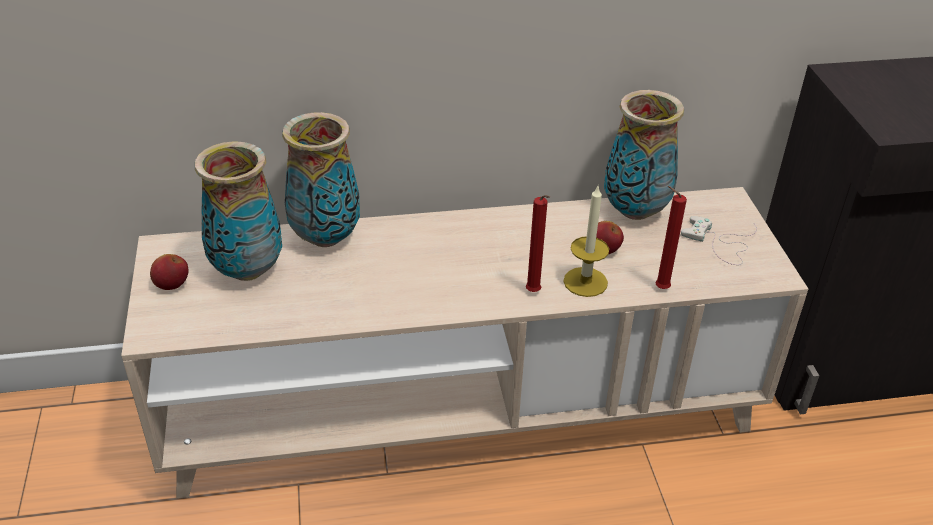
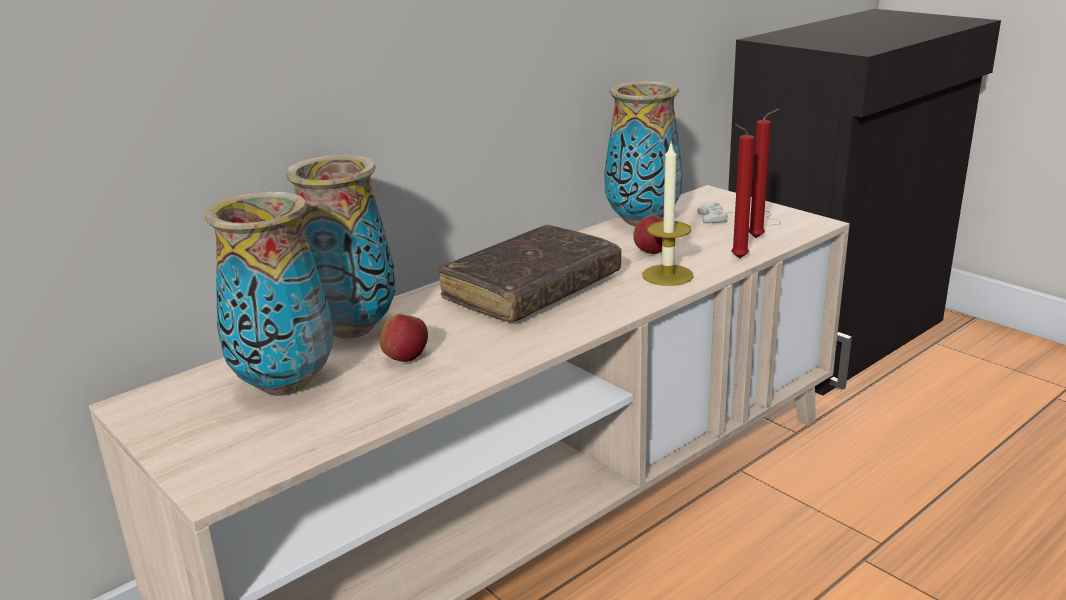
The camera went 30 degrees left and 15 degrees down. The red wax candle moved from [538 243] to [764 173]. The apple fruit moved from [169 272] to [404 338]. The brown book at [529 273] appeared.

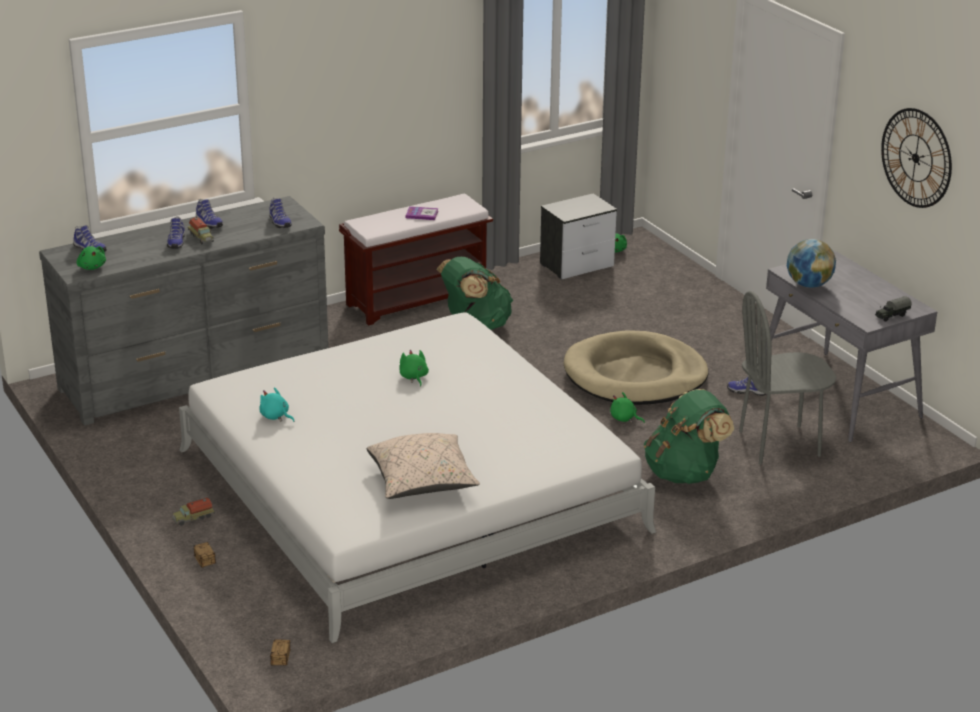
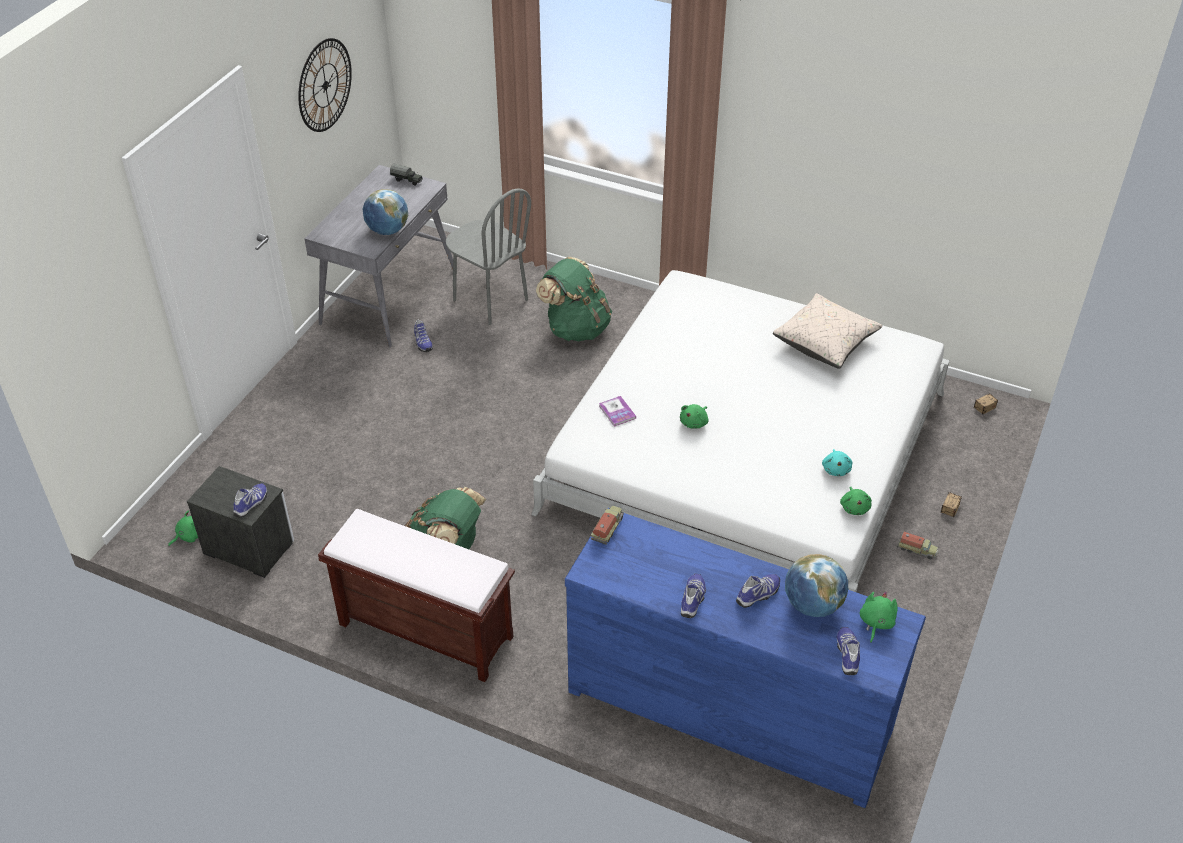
The camera went 125 degrees left and 15 degrees up. The greyish dresser at [184 310] became the bluish dresser at [745 658]. The low shoe moved from [280 212] to [250 500]. The book moved from [422 213] to [617 411]. The toy lorry moved from [201 230] to [607 525]. The beige dog bed at [635 367] disappeared. The green soft toy moved from [627 407] to [856 501]. The world globe at [816 585] appeared.

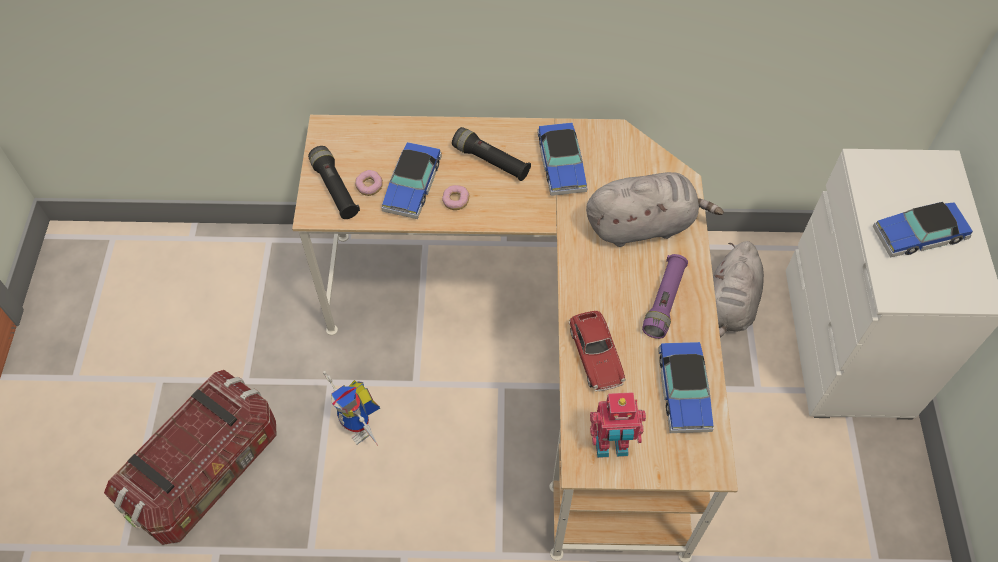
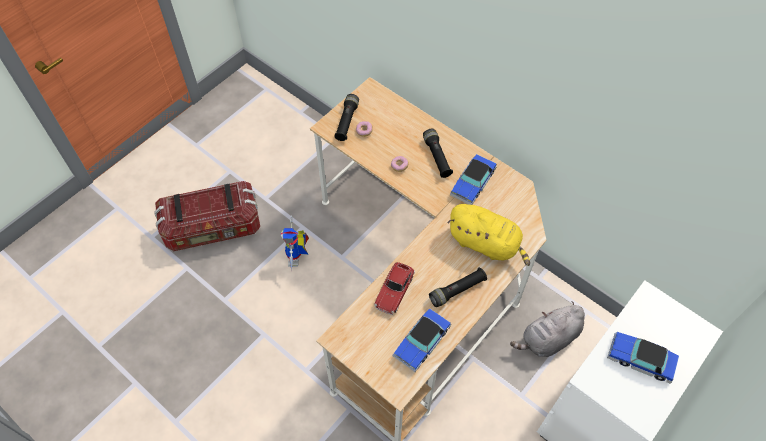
The camera went 40 degrees right and 0 degrees up. The toy car at [411 180] disappeared. The greyish soft toy at [655 209] became the yellow-coloured soft toy at [488 235]. The purple hand torch at [665 296] became the black hand torch at [458 287]. The toy robot at [618 425] disappeared.

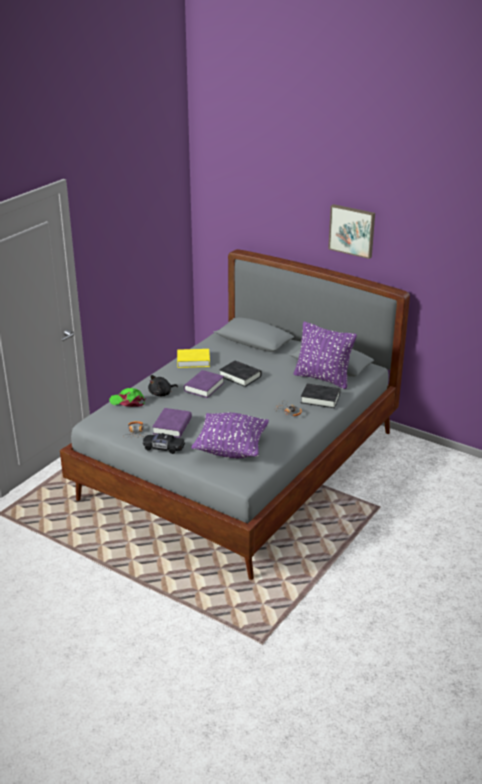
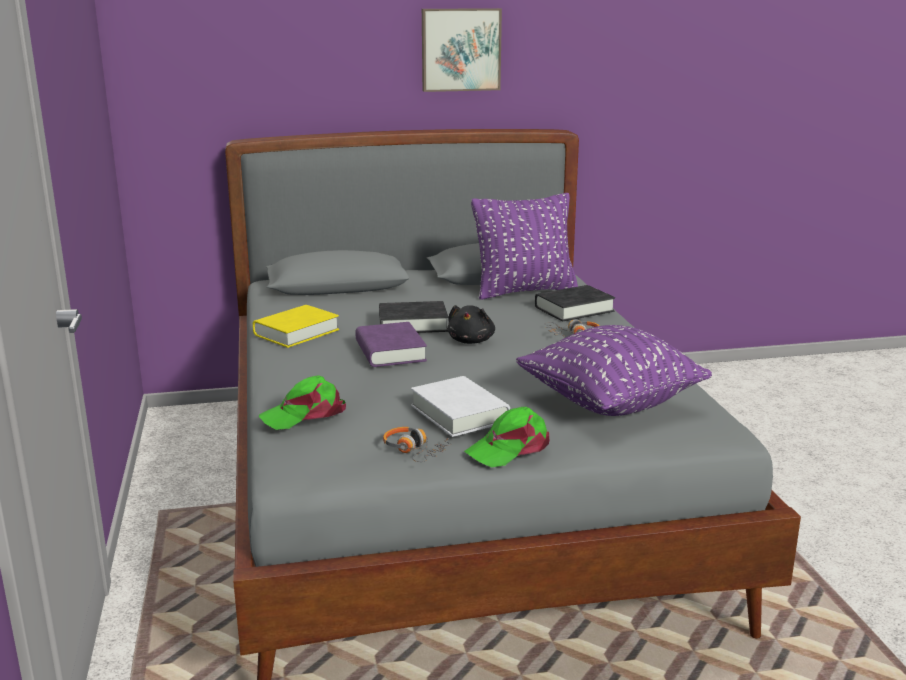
The camera went 45 degrees left and 10 degrees down. The black soft toy moved from [163 385] to [471 324]. The purple book at [172 423] became the white-coloured book at [460 406]. The black toy car at [164 443] was replaced by the green peaked cap at [507 437].

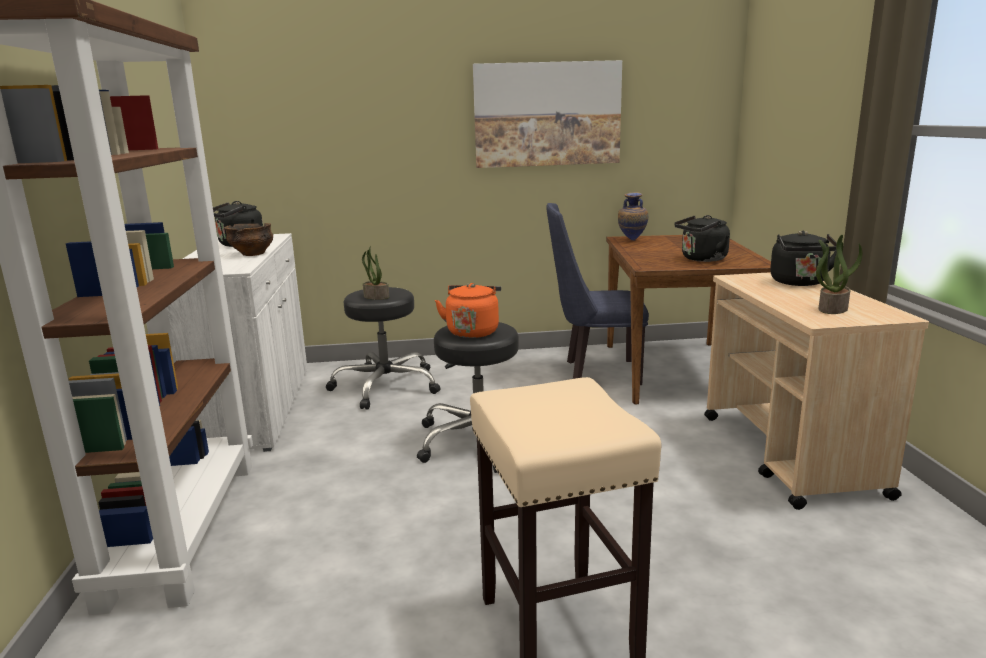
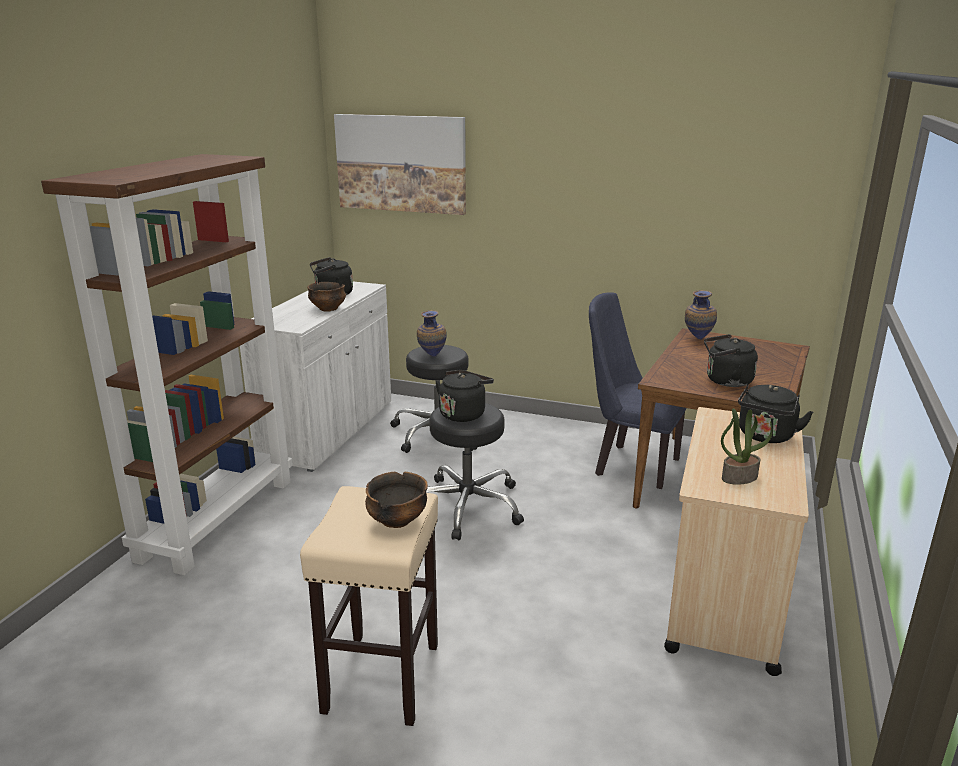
The camera went 25 degrees right and 5 degrees up. The wall picture moved from [547 114] to [400 164]. The potted plant at [375 272] was replaced by the decorative vase at [432 333]. The orangey water kettle at [468 310] became the black water kettle at [464 396]. The deep dish at [396 500] appeared.

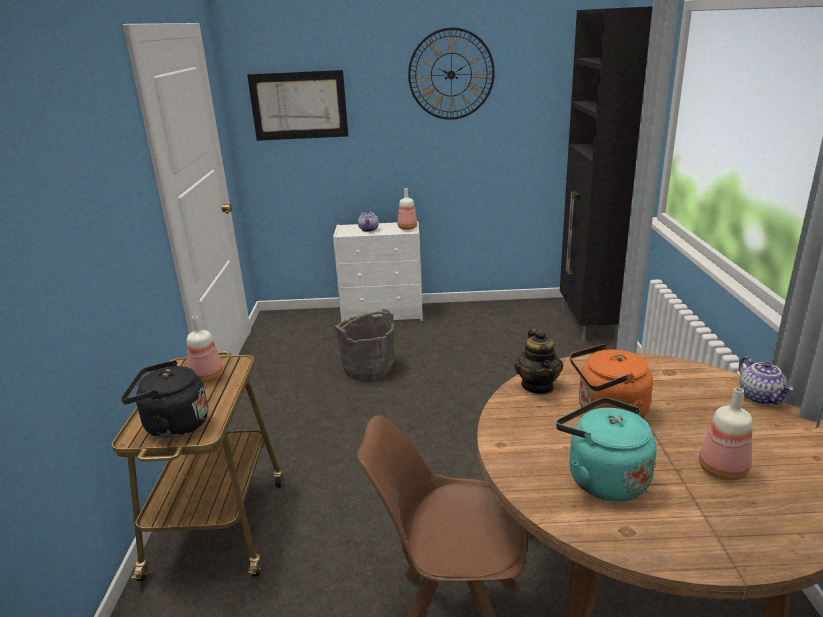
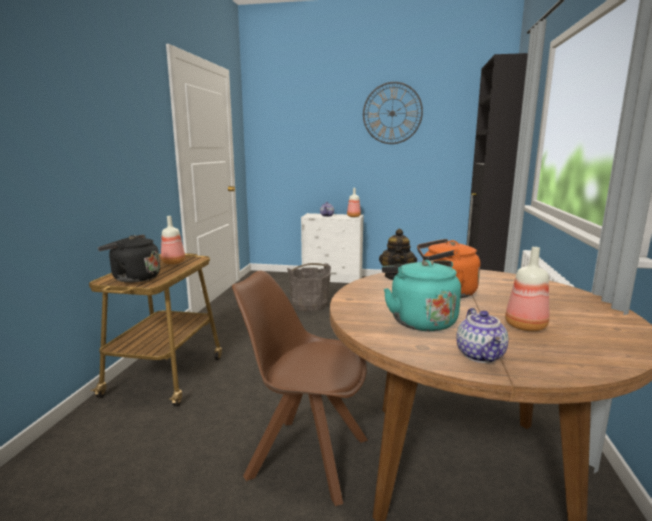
The camera went 10 degrees right and 10 degrees down. The wall picture at [297 105] disappeared. The teapot moved from [766 380] to [482 335].

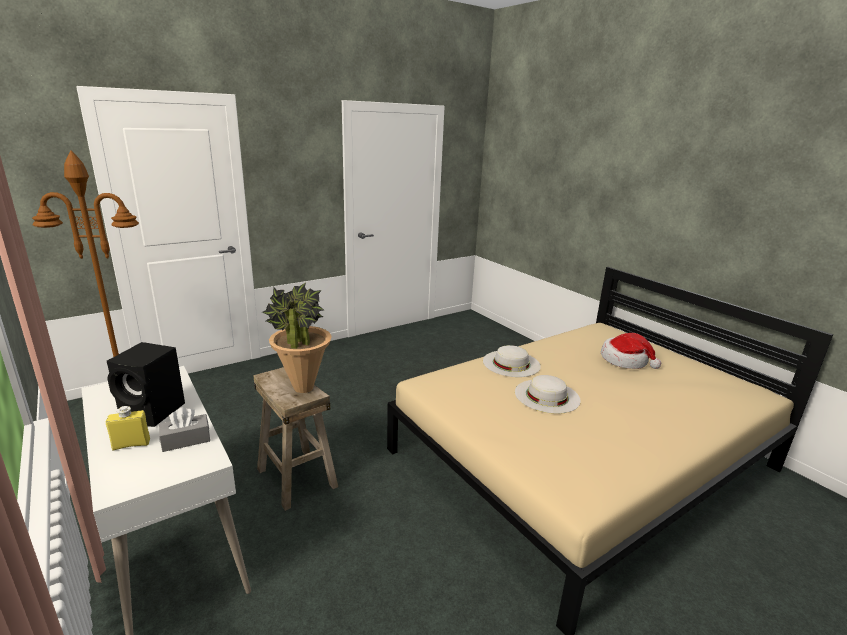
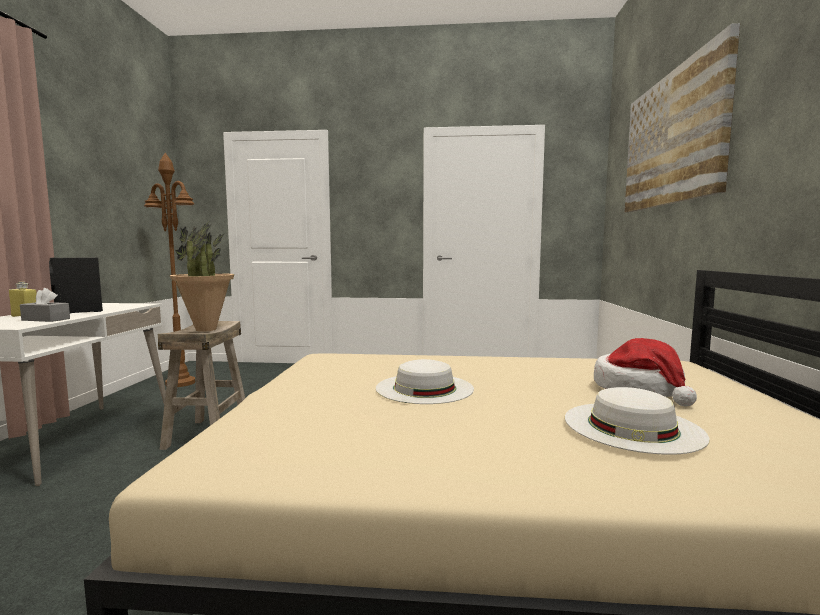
The camera went 40 degrees right and 15 degrees down. The white-coloured hat moved from [512 361] to [637 421]. The wall picture at [682 118] appeared.

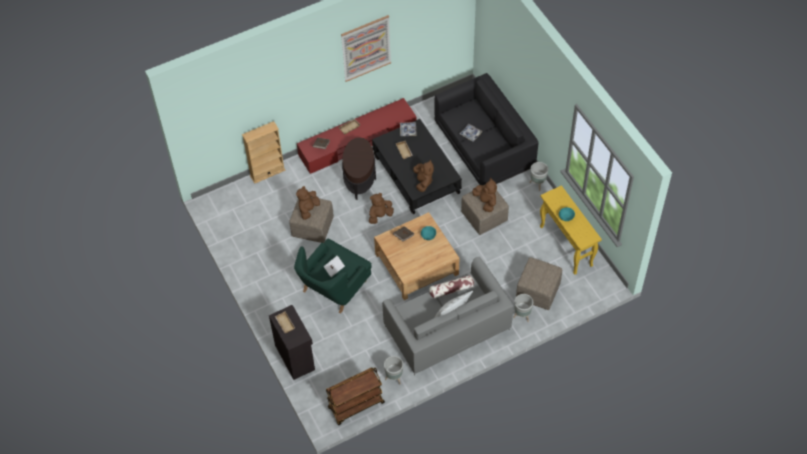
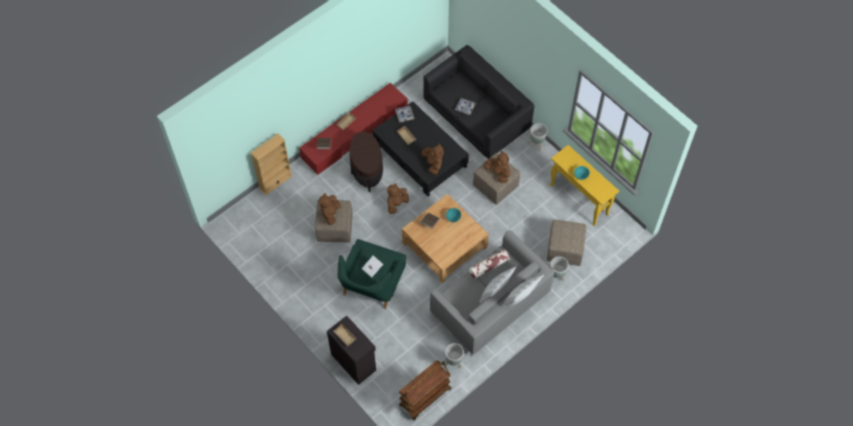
The camera went 15 degrees left and 5 degrees up. The wall picture at [366 48] disappeared. The white-coloured cushion at [523 291] appeared.

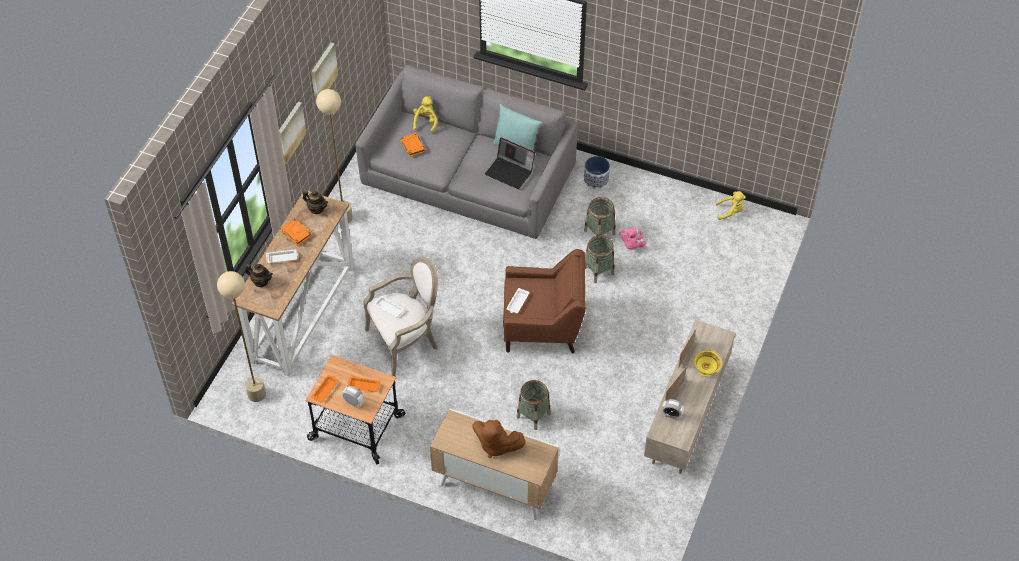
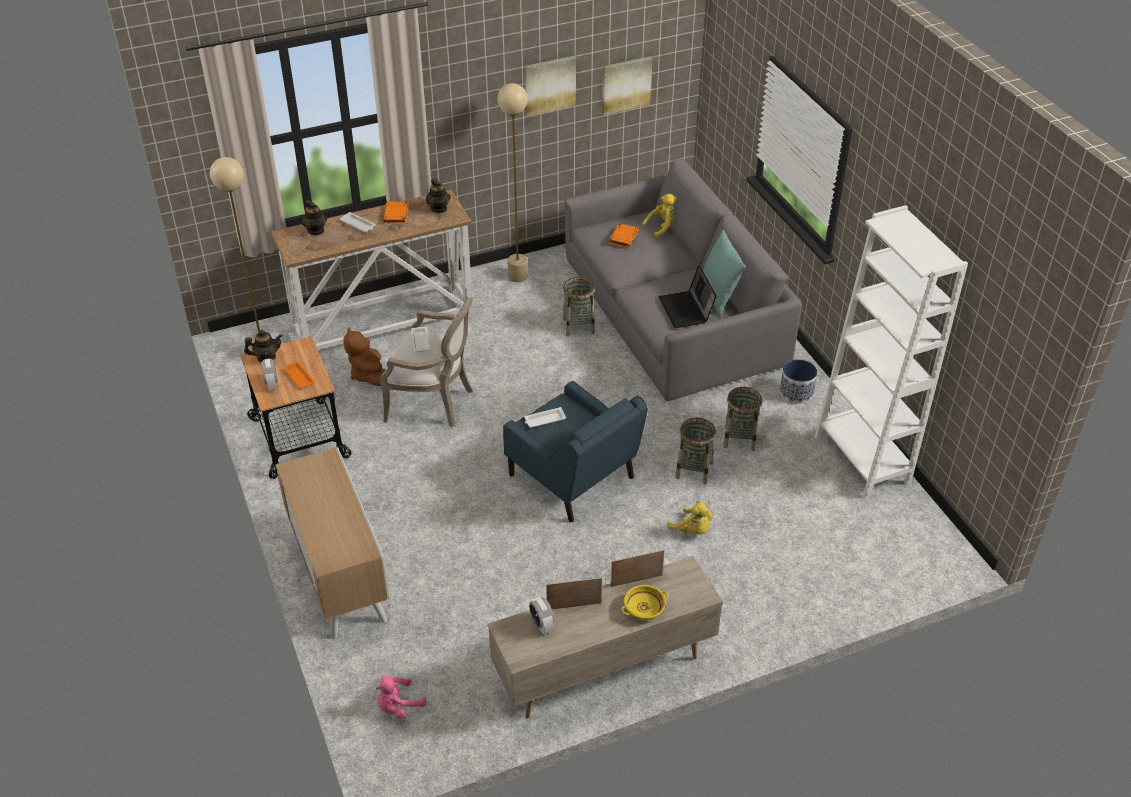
The camera went 45 degrees right and 10 degrees down. The wall picture moved from [293 133] to [627 85]. The yellow-coloured soft toy moved from [731 205] to [690 517]. The pink-coloured soft toy moved from [632 239] to [401 697]. The brown lounge chair at [544 301] became the bluish lounge chair at [575 451]. The orangey tray at [325 389] was replaced by the teapot at [263 346]. The storage basket moved from [533 405] to [579 306]. The brown soft toy moved from [499 439] to [364 356]. The white-coloured bookcase at [891 352] appeared.

